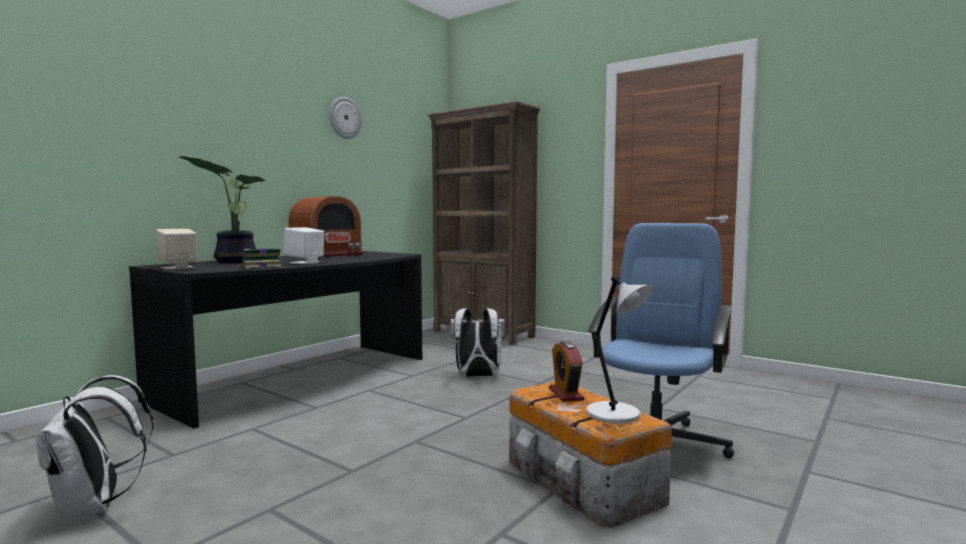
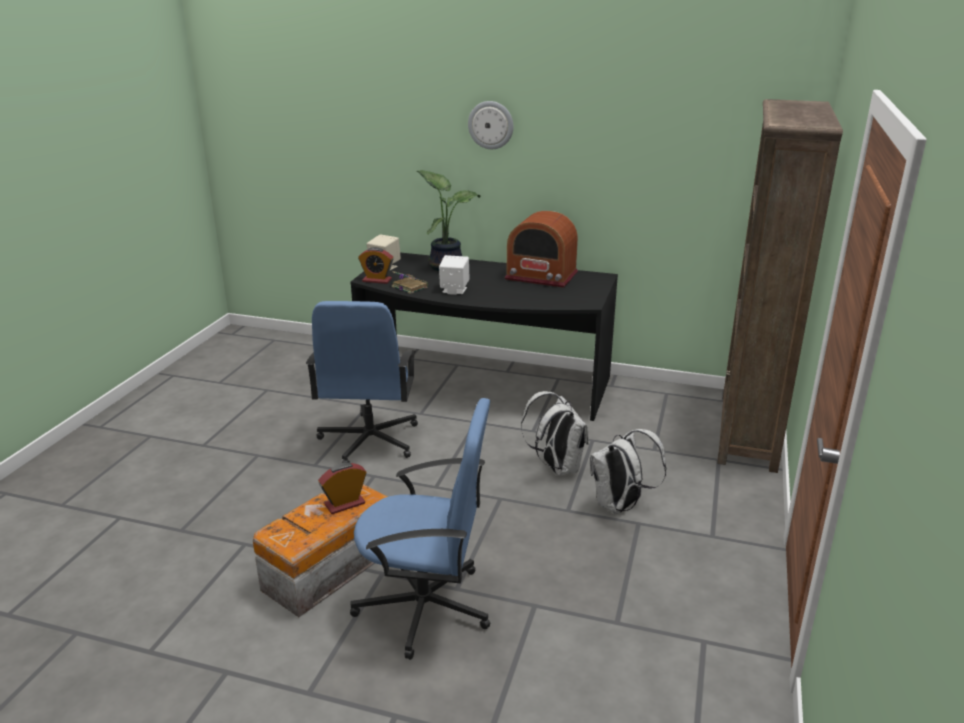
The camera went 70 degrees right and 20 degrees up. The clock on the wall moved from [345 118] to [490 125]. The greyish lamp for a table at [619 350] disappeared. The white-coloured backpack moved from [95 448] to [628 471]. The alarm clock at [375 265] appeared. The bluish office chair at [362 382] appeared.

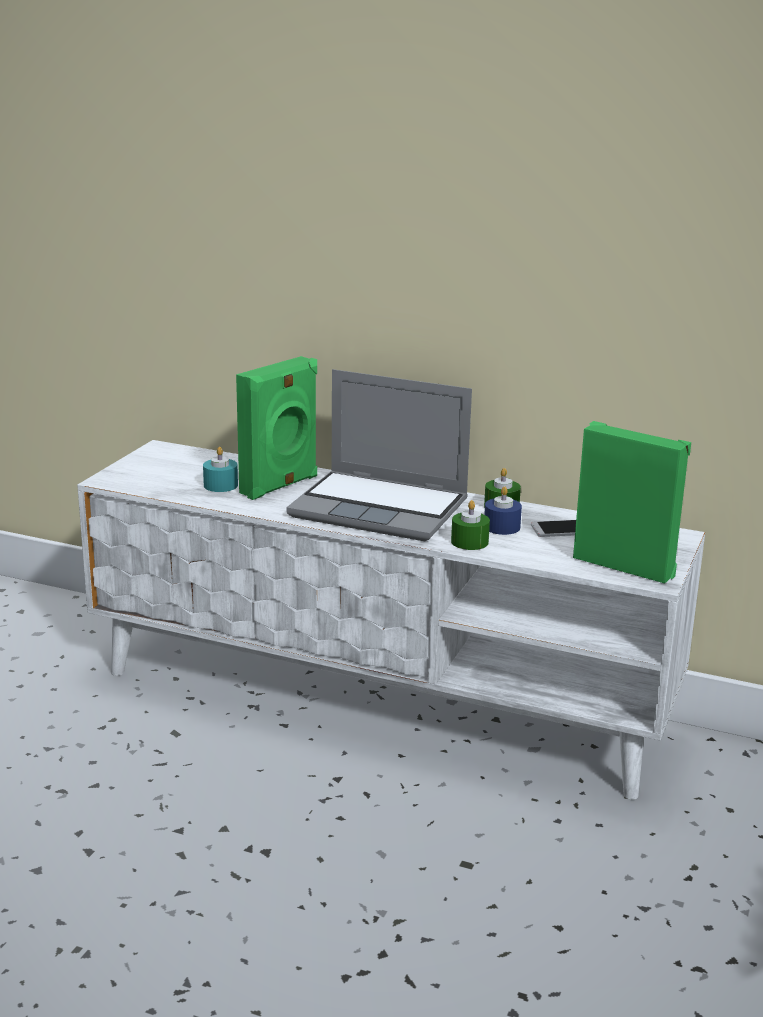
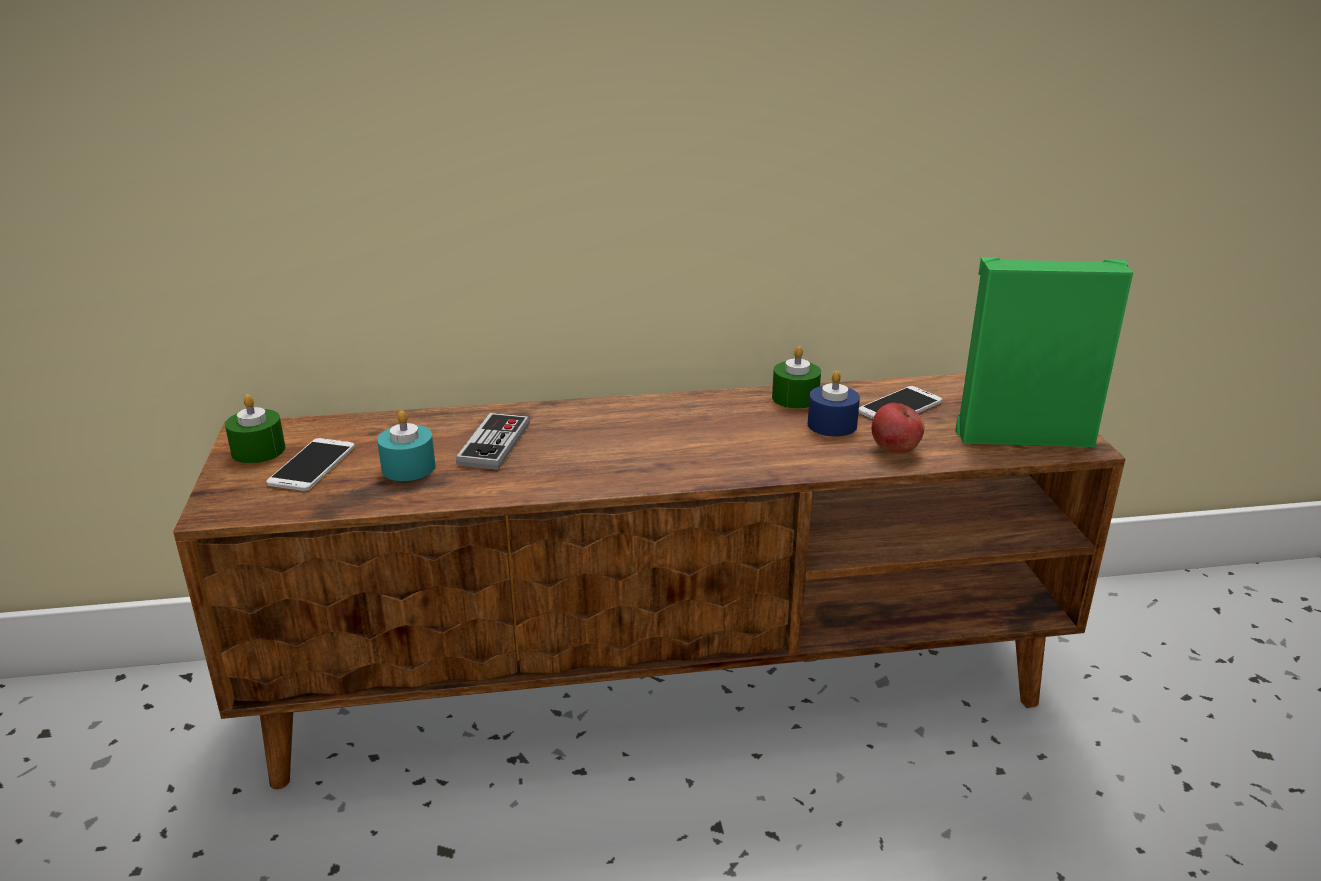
The camera went 30 degrees left and 5 degrees up. The green audio speaker at [276 428] was replaced by the gamepad at [493 441]. The laptop at [379 455] disappeared. The white-coloured tv stand at [391 620] became the brown tv stand at [649 581]. The green wax candle moved from [470 525] to [255 429]. The apple fruit at [898 428] appeared. The handset at [310 464] appeared.

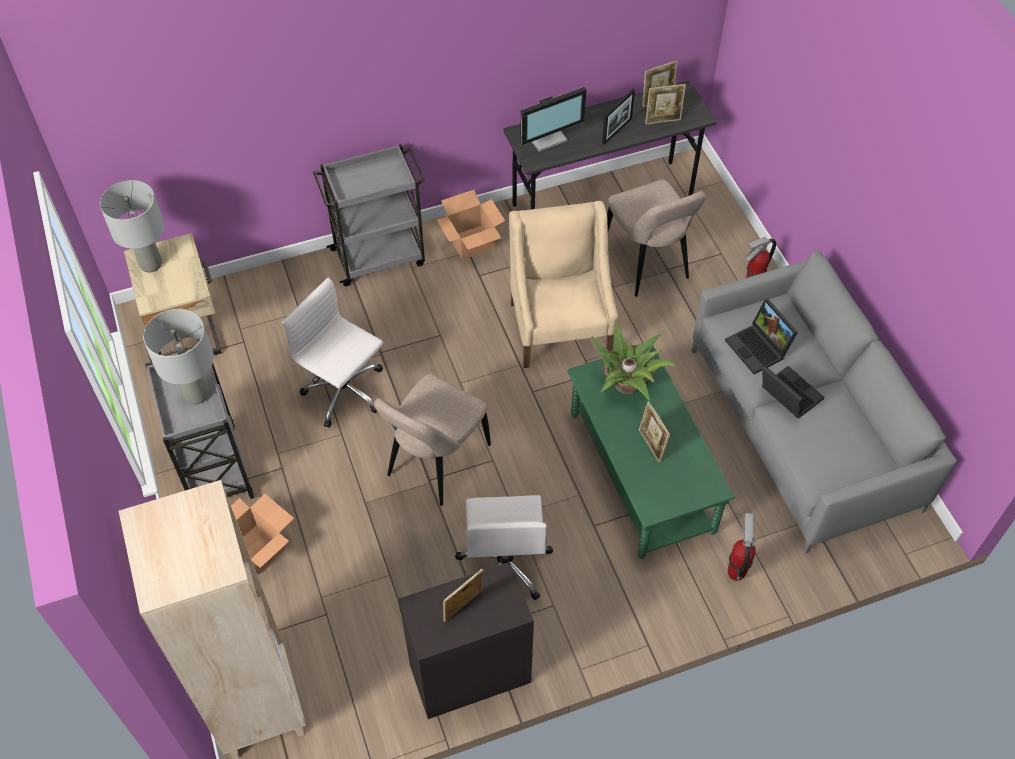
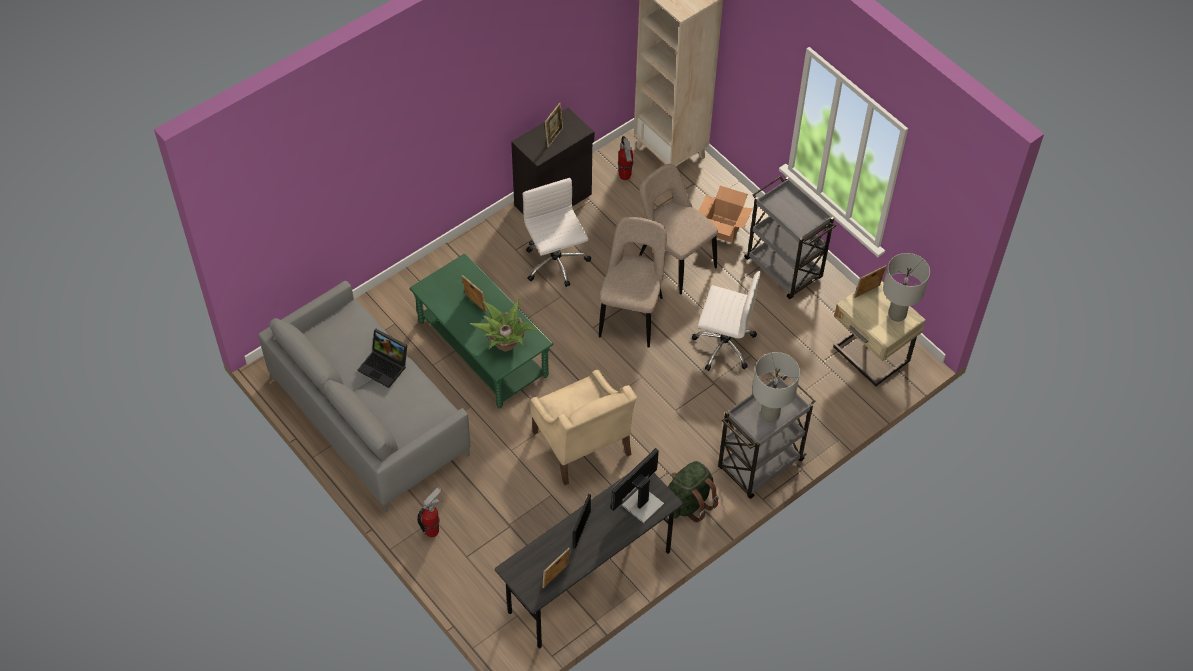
The camera went 160 degrees right and 0 degrees up. The picture frame moved from [665 104] to [870 281]. The beige chair moved from [656 238] to [678 229]. The packing box at [470 225] was replaced by the green backpack at [693 492]. The laptop at [761 336] disappeared. The greyish lamp for a table moved from [178 356] to [776 387]. The fire extinguisher moved from [742 547] to [625 158].

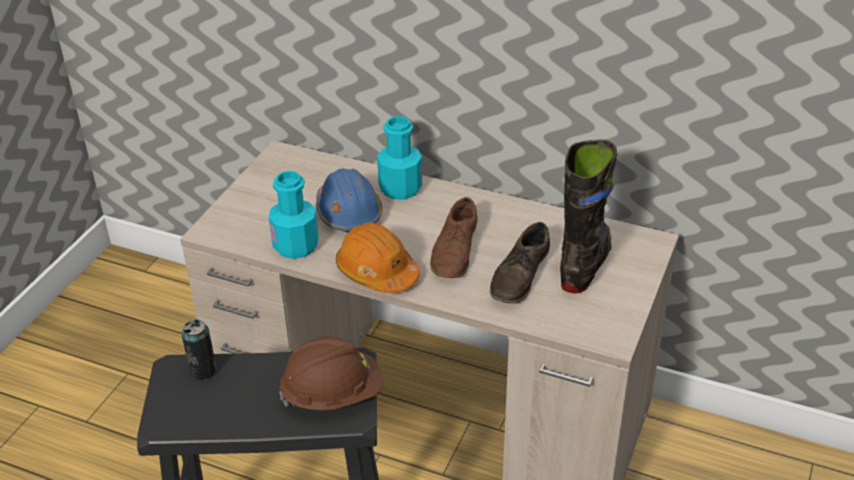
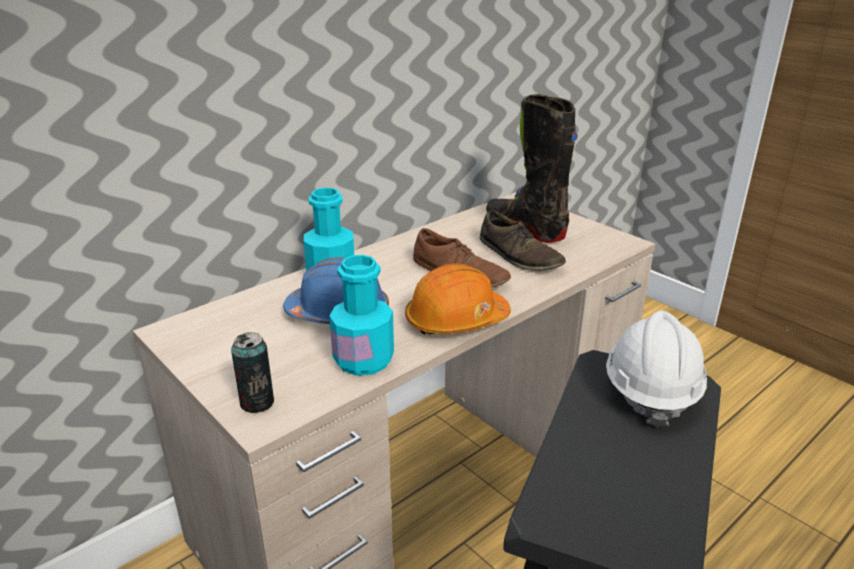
The camera went 65 degrees left and 10 degrees down. The metal can moved from [199 350] to [252 372]. The brown safety helmet at [331 373] became the white-coloured safety helmet at [656 369].

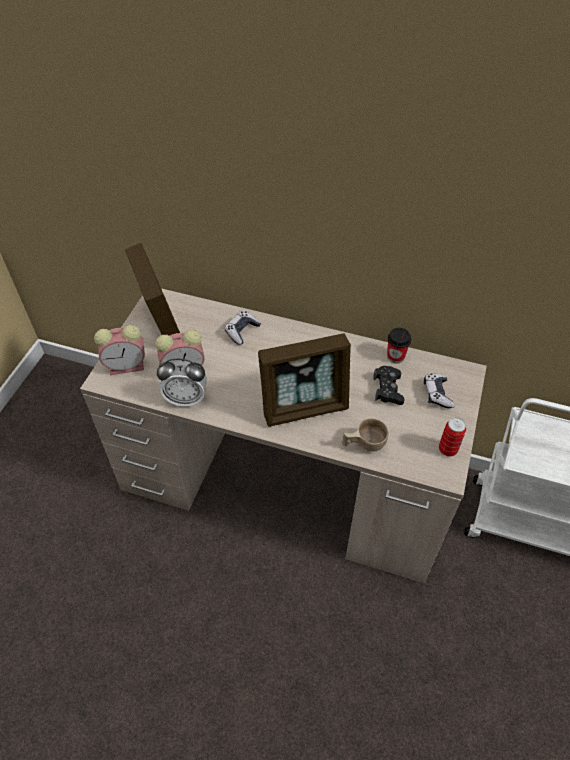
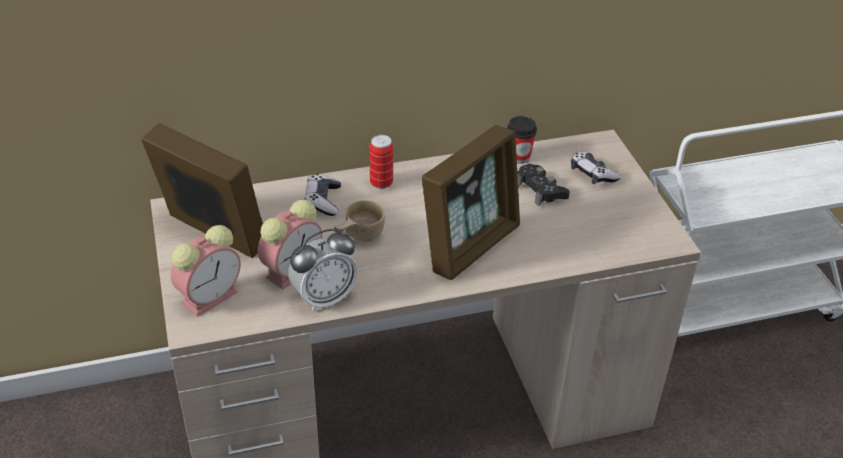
The camera went 35 degrees left and 10 degrees down. The metal can moved from [452 437] to [381 162]. The beige cup moved from [365 435] to [359 221].

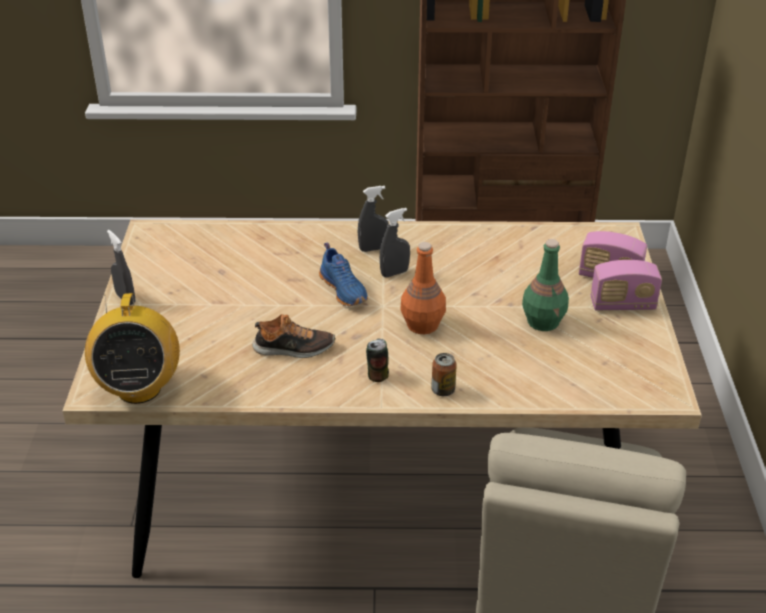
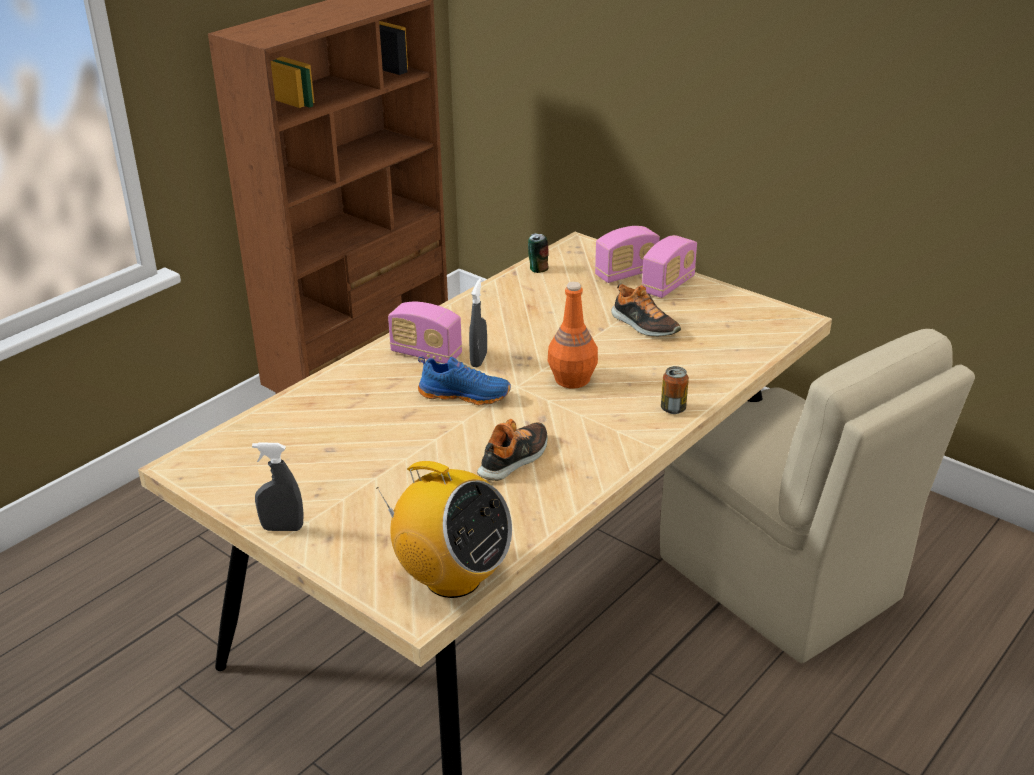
The camera went 50 degrees left and 5 degrees down. The greyish hand sprayer at [373 219] was replaced by the radio at [425 333]. The green drink bottle at [545 285] was replaced by the low shoe at [646 310]. The metal can moved from [377 360] to [538 253].

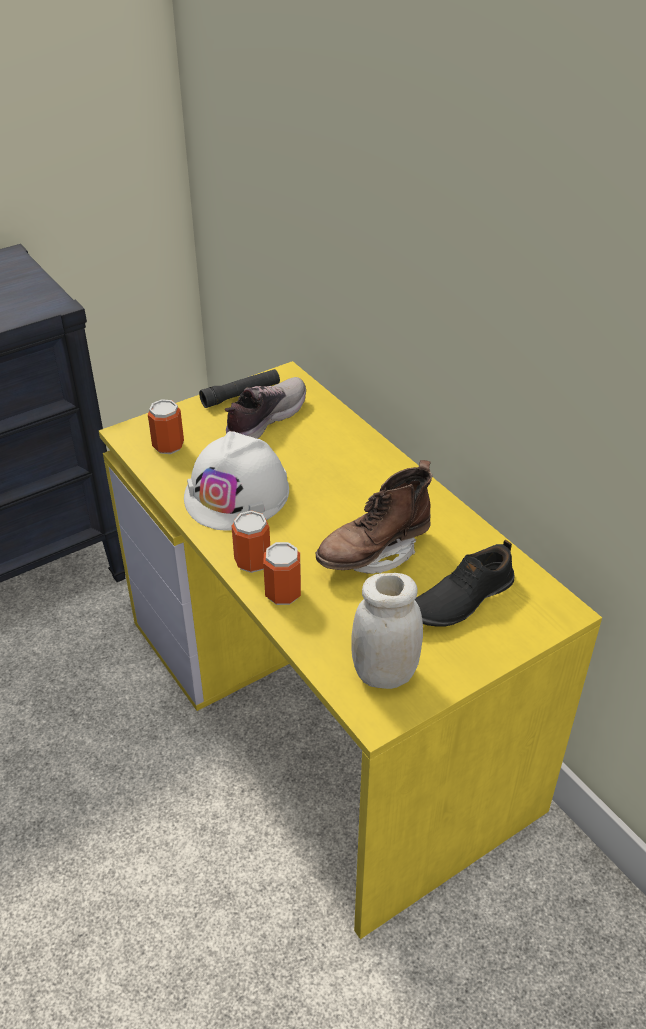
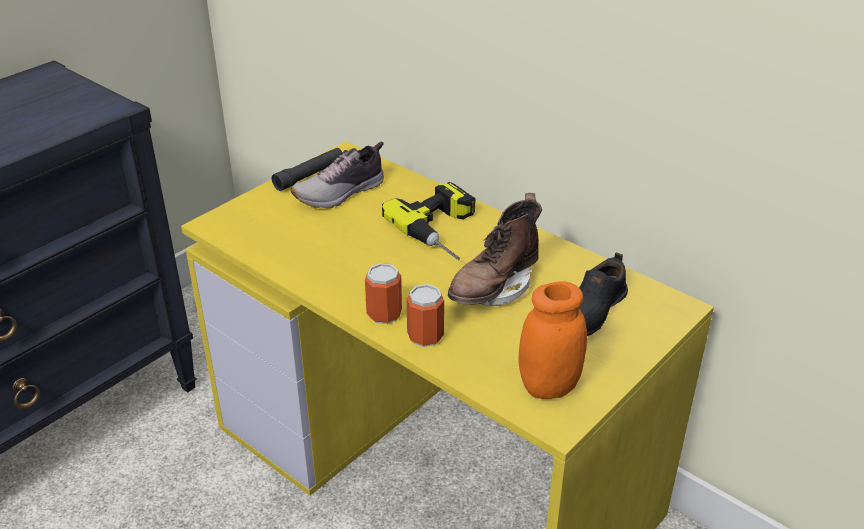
The camera went 15 degrees left and 5 degrees down. The low shoe at [265 408] turned 150 degrees counterclockwise. The metal can at [166 426] disappeared. The white-coloured safety helmet at [236 480] disappeared. The white-coloured storage jar at [387 631] became the orangey storage jar at [552 340]. The power drill at [428 221] appeared.

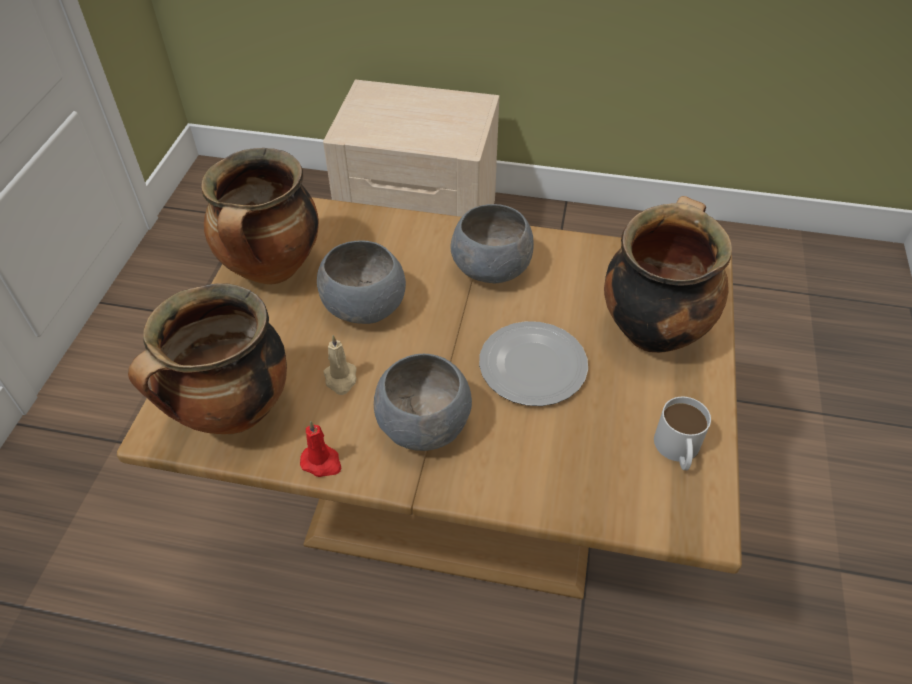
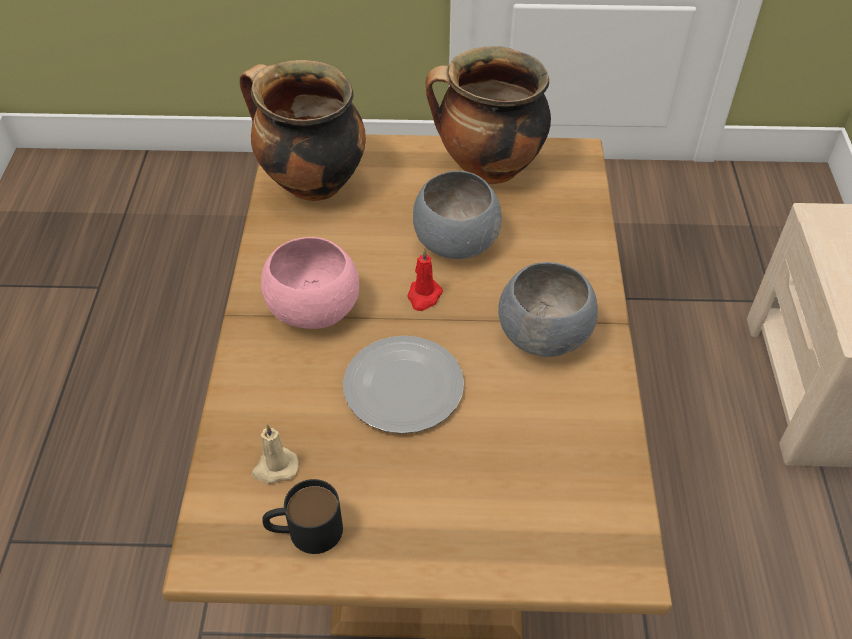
The camera went 80 degrees right and 0 degrees up. The saucepot at [668 274] disappeared. The beige wax candle moved from [340 365] to [275 454]. The greyish deep dish at [423 402] became the pink-coloured deep dish at [310 283]. The white-coloured tea mug at [682 433] became the black tea mug at [303 516]. The red wax candle moved from [320 449] to [425 279].

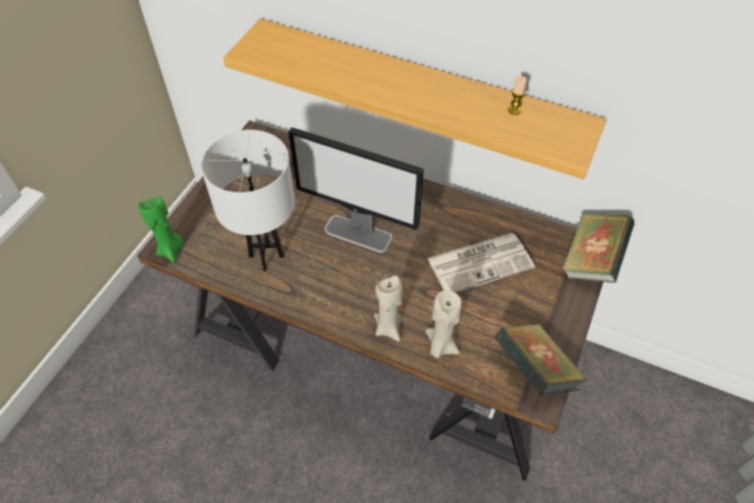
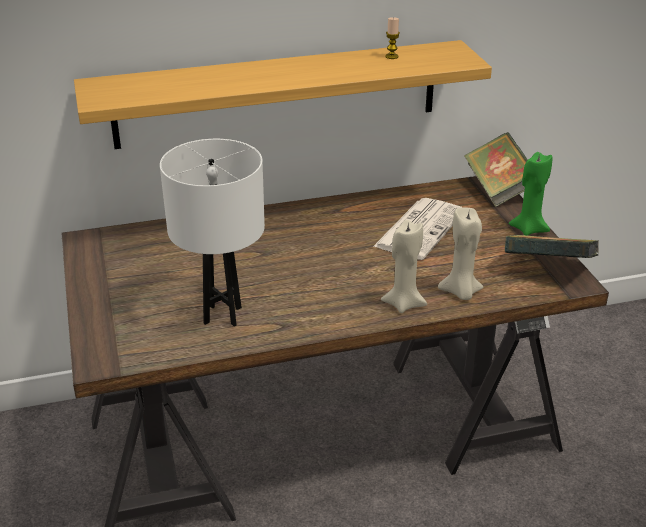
The camera went 40 degrees left and 20 degrees down. The computer screen at [356 190] disappeared. The green wax candle moved from [161 229] to [530 194].

